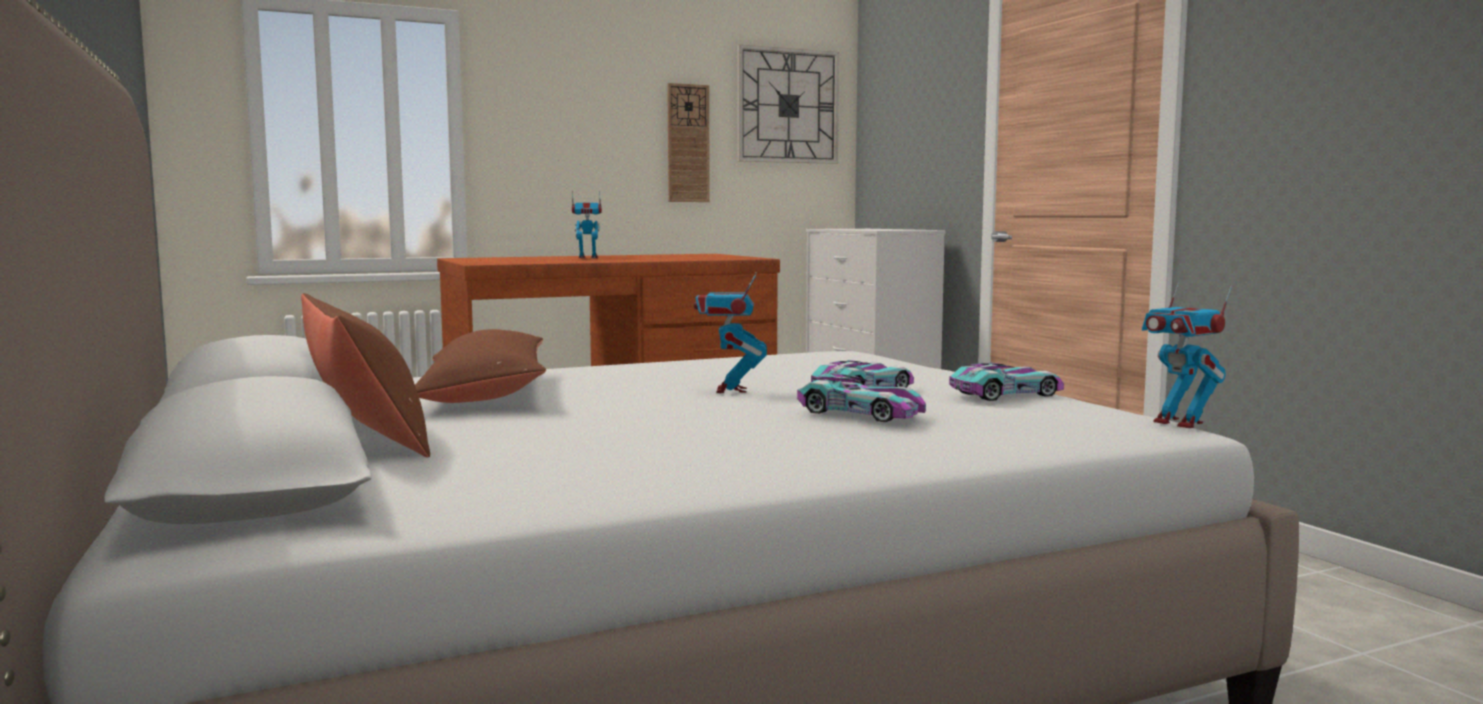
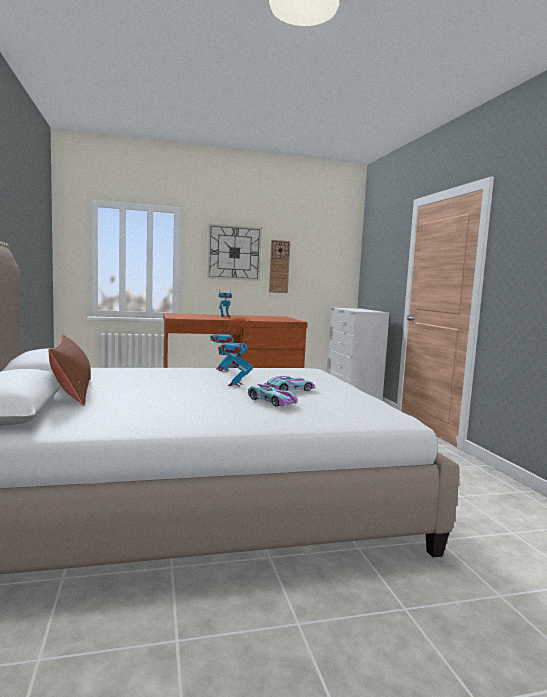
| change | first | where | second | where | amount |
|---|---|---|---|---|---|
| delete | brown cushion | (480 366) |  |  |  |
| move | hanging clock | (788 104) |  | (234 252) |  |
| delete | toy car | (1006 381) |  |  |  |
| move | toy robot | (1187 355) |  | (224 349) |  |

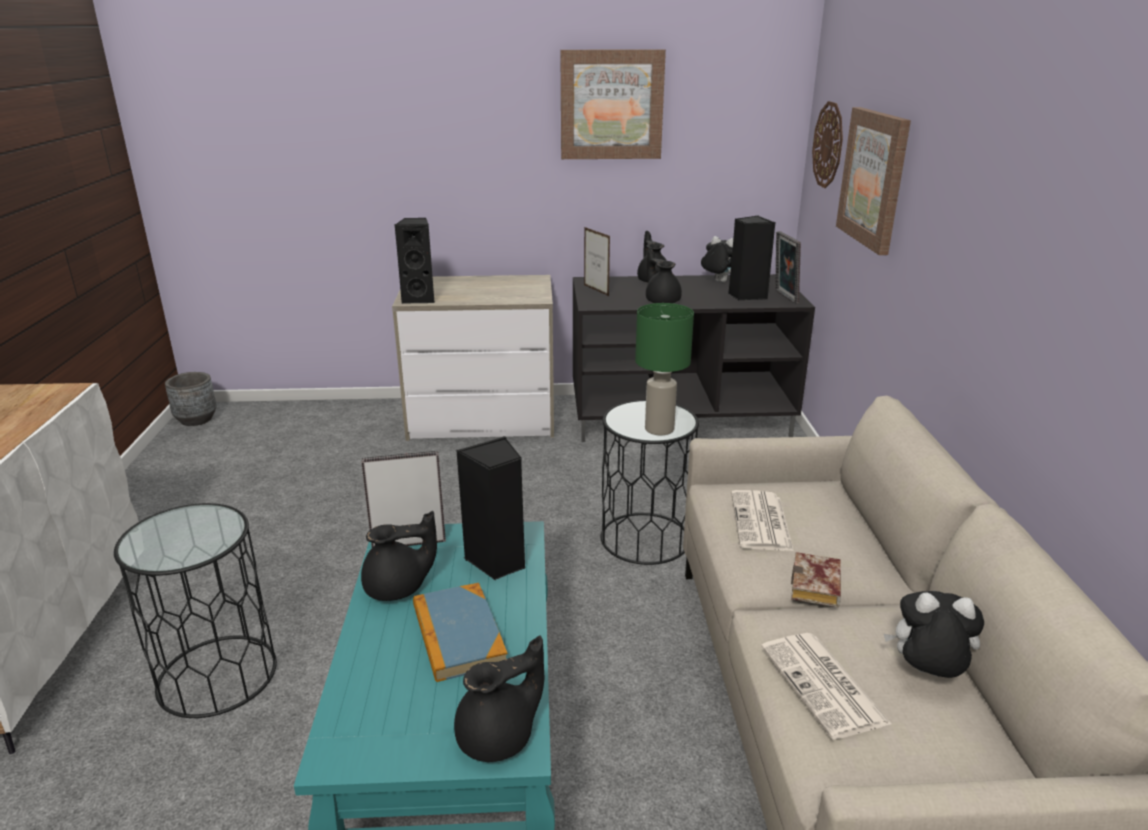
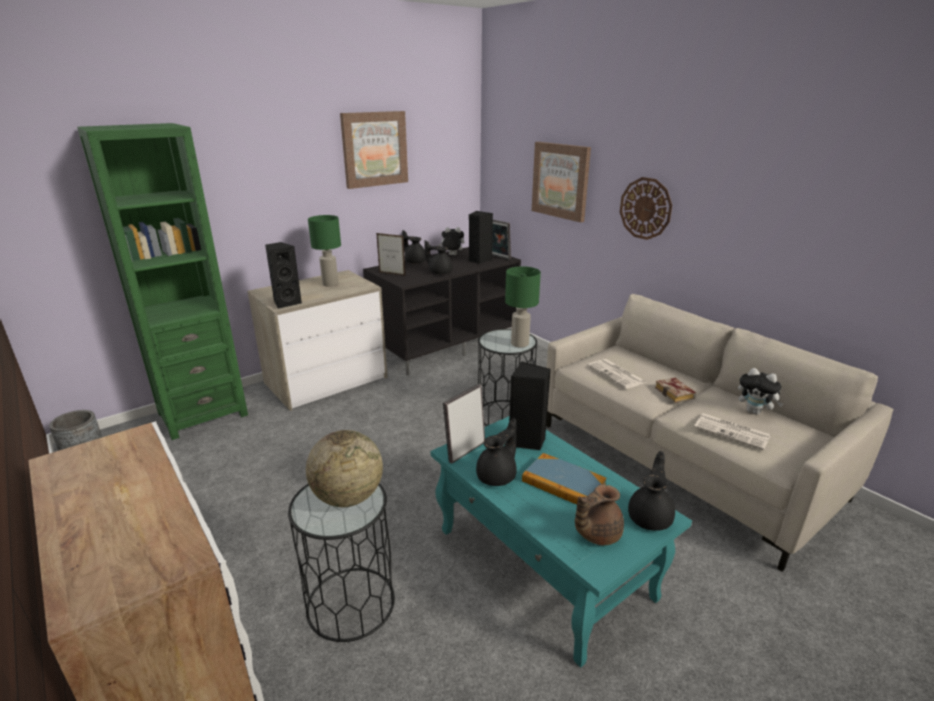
| change | first | where | second | where | amount |
|---|---|---|---|---|---|
| move | hanging clock | (827 144) |  | (646 208) |  |
| rotate | soft toy | (934 634) |  | (760 391) | 120 degrees counterclockwise |
| insert |  |  | green-coloured bookcase | (162 281) |  |
| insert |  |  | world globe | (344 468) |  |
| insert |  |  | green-coloured lamp for a table | (324 251) |  |
| insert |  |  | brown pot for tea | (599 514) |  |

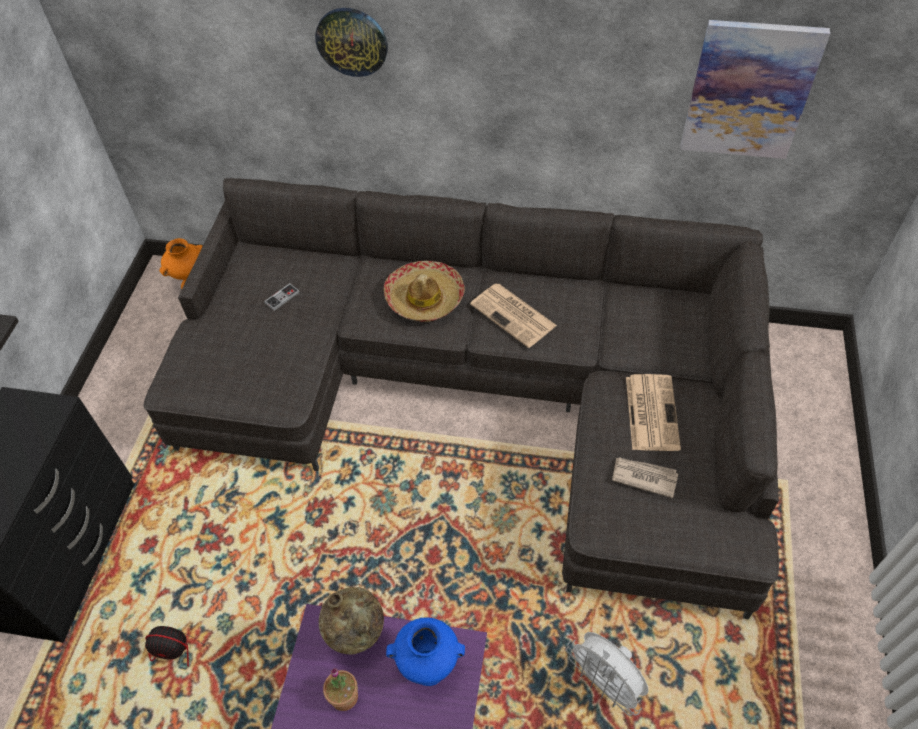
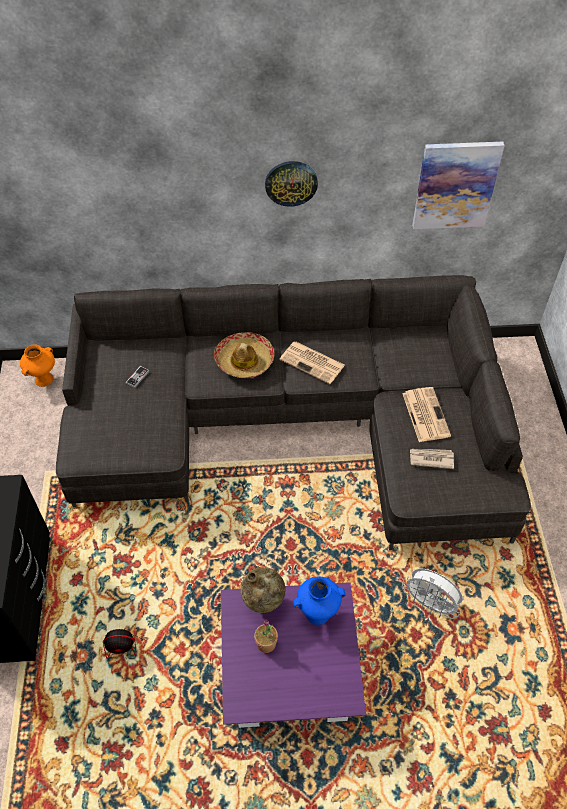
| change | first | where | second | where | amount |
|---|---|---|---|---|---|
| move | hanging clock | (351 42) |  | (291 184) |  |

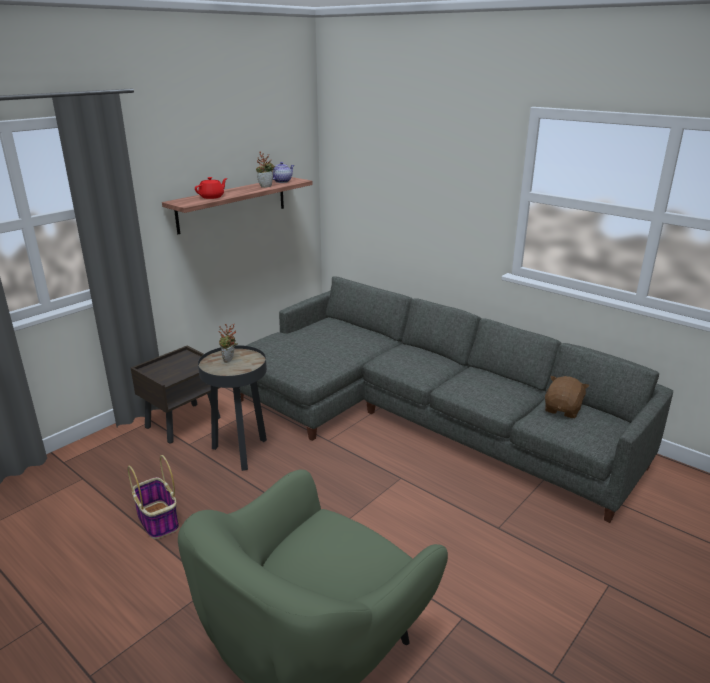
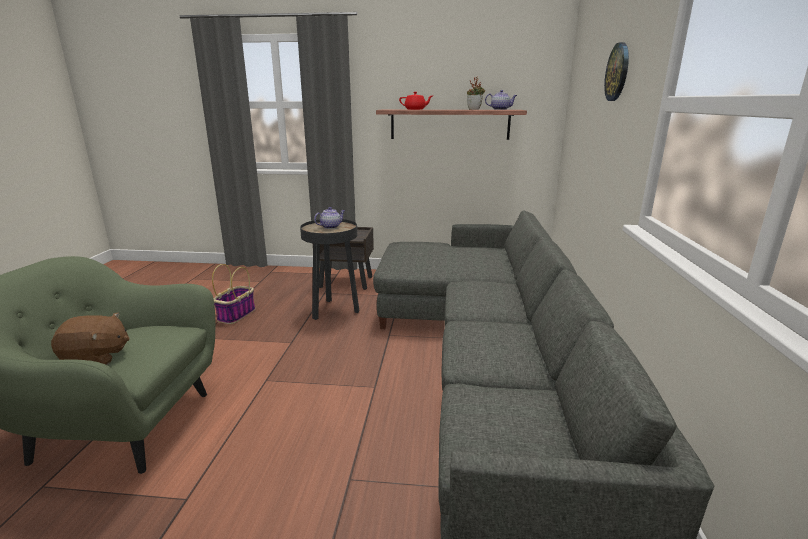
| change | first | where | second | where | amount |
|---|---|---|---|---|---|
| replace | plant in a pot | (228 343) | pot for tea | (329 218) |  |
| move | brown soft toy | (567 397) |  | (90 338) |  |
| insert |  |  | hanging clock | (616 71) |  |

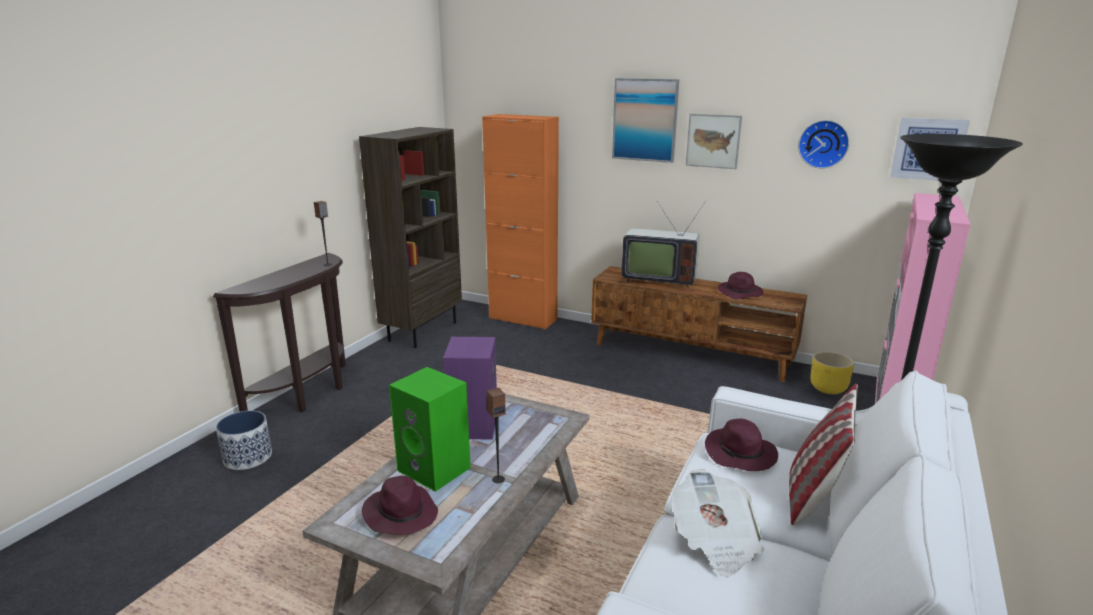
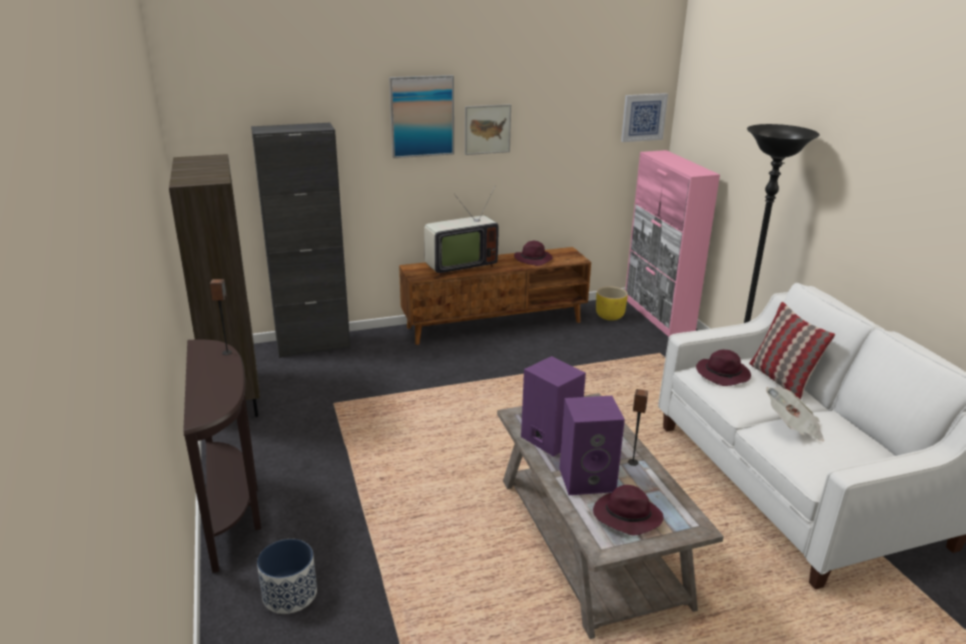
| change | first | where | second | where | amount |
|---|---|---|---|---|---|
| recolor | green-coloured speaker | (430 429) | purple-coloured speaker | (592 445) |  |
| recolor | orange cupboard | (520 222) | blackish cupboard | (300 240) |  |
| delete | hanging clock | (823 144) |  |  |  |

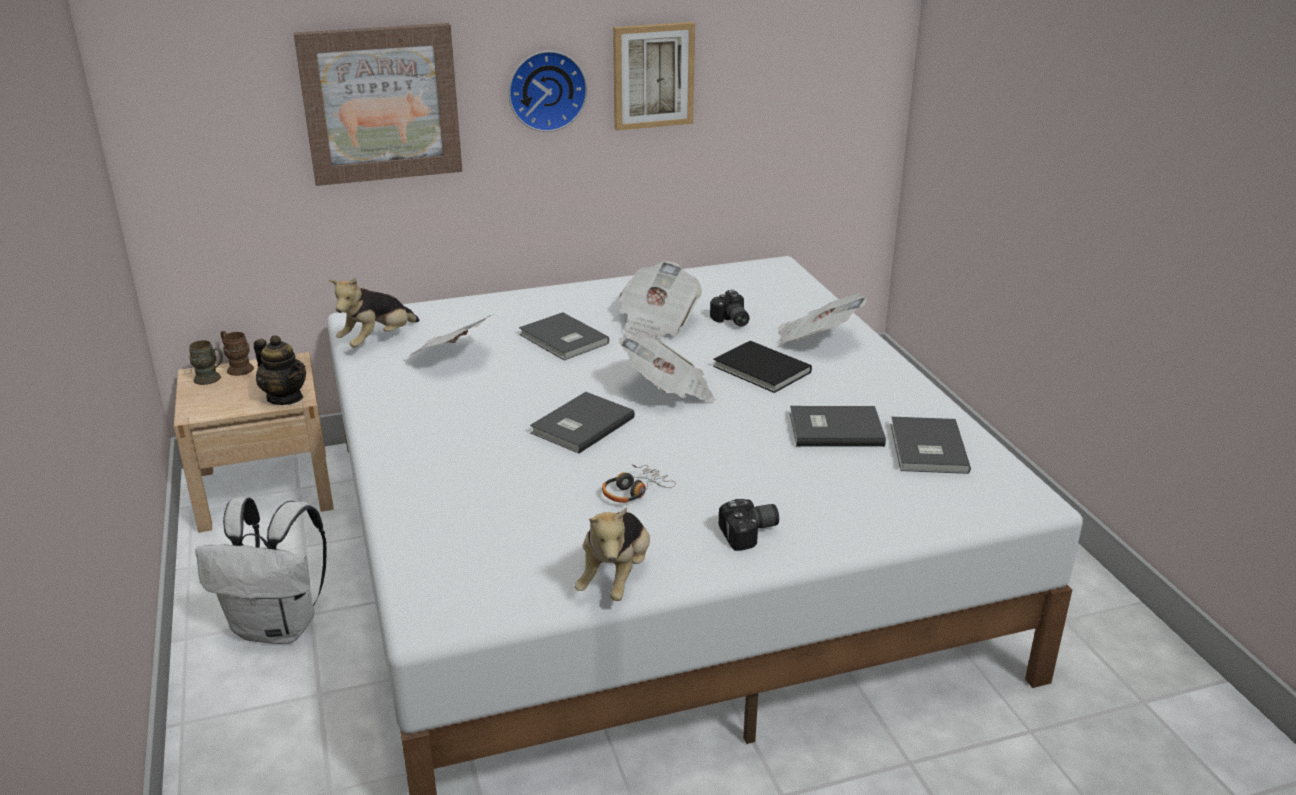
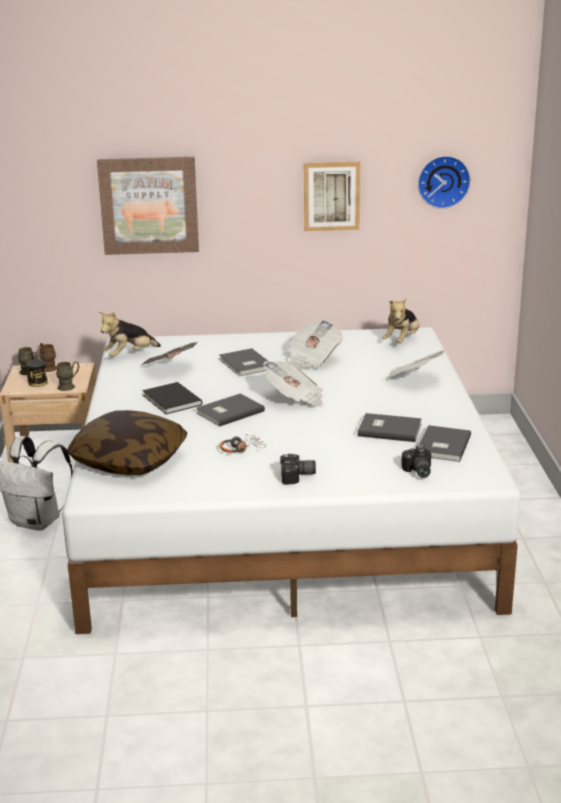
| change | first | where | second | where | amount |
|---|---|---|---|---|---|
| replace | pot for tea | (280 370) | brown tea mug | (67 376) |  |
| move | hanging clock | (547 91) |  | (444 182) |  |
| move | soft toy | (612 554) |  | (401 320) |  |
| move | still camera | (729 308) |  | (416 461) |  |
| move | blackish book | (762 367) |  | (172 398) |  |
| insert |  |  | can | (37 373) |  |
| insert |  |  | cushion | (127 442) |  |

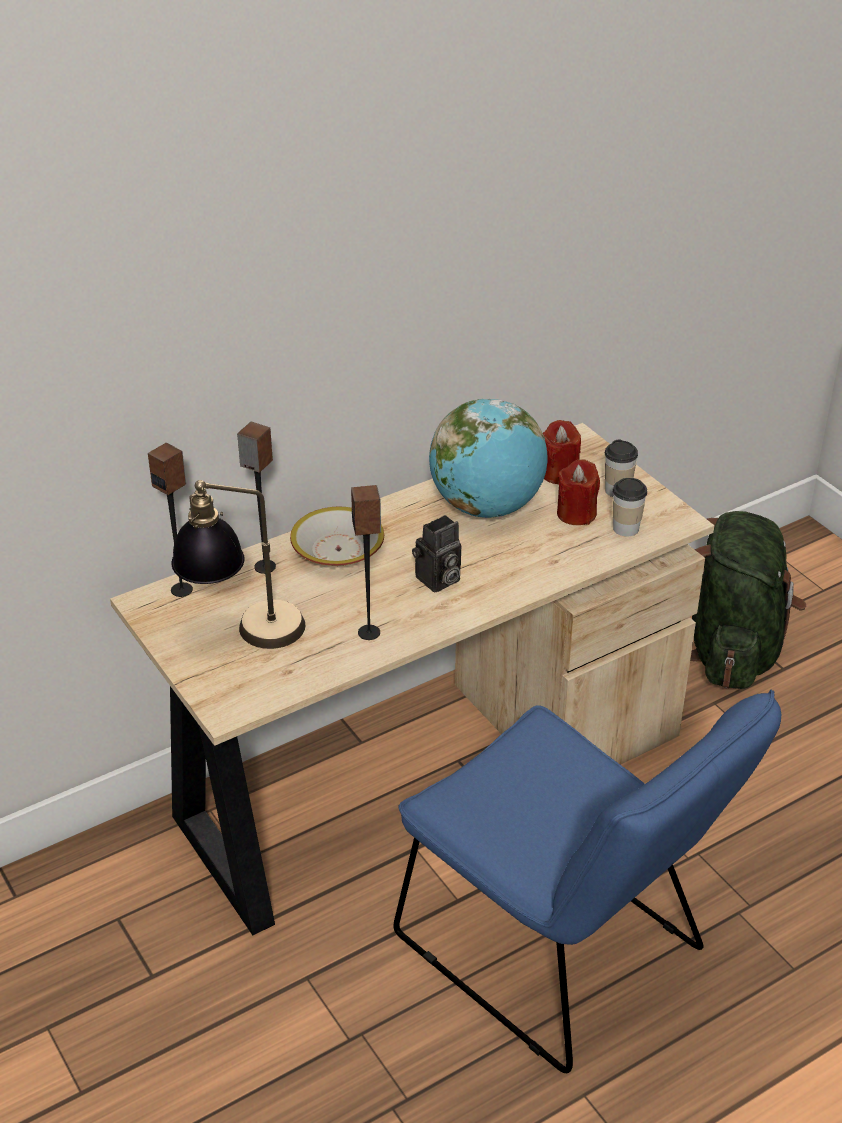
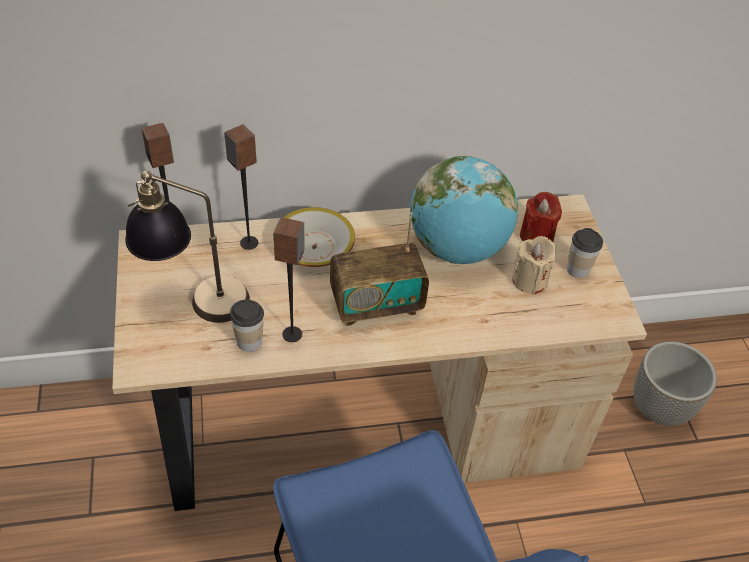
| change | first | where | second | where | amount |
|---|---|---|---|---|---|
| replace | still camera | (436 554) | radio | (379 269) |  |
| recolor | red-coloured wax light | (578 492) | sand-coloured wax light | (534 265) |  |
| move | cup | (630 507) |  | (247 326) |  |
| replace | green-coloured rucksack | (748 600) | planter | (675 383) |  |

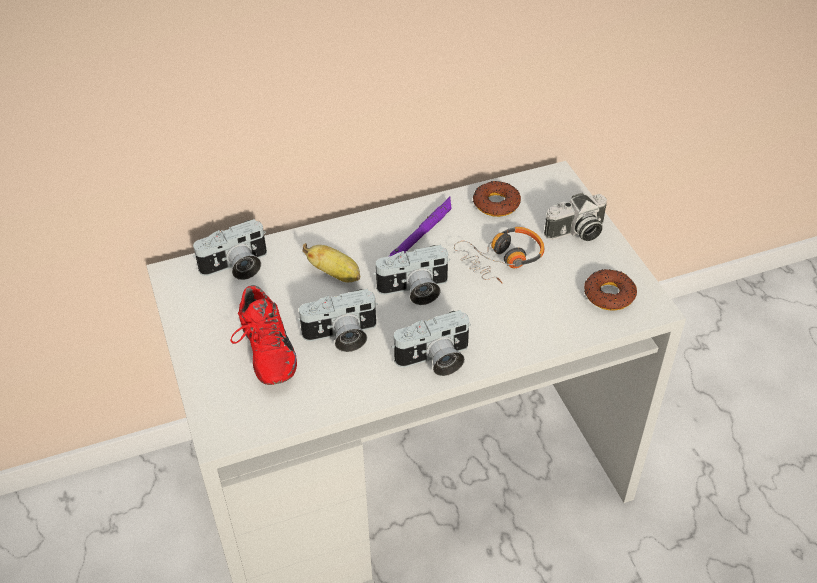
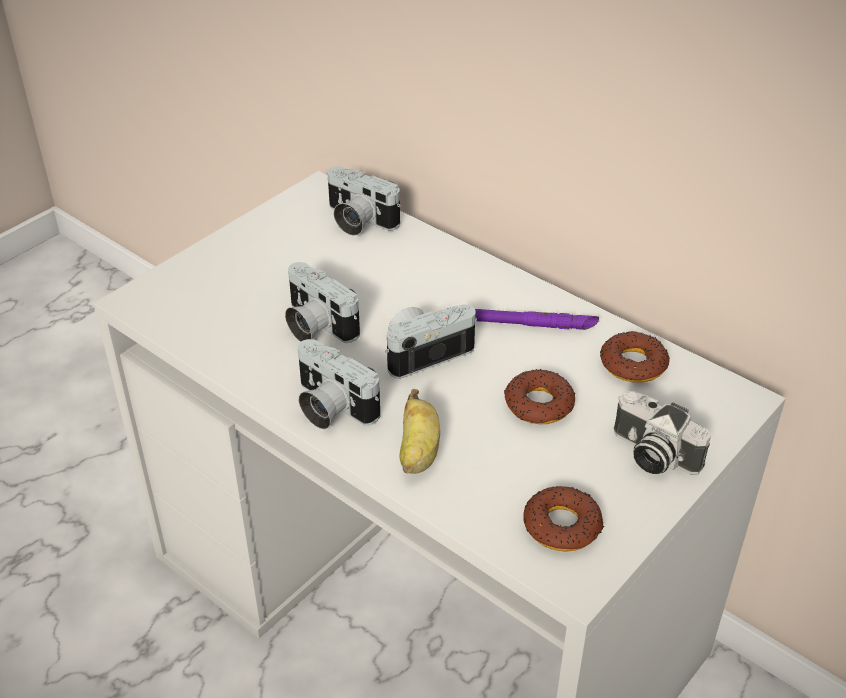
| change | first | where | second | where | amount |
|---|---|---|---|---|---|
| delete | red-coloured low shoe | (263 335) |  |  |  |
| move | banana fruit | (331 263) |  | (419 431) |  |
| rotate | still camera | (411 275) |  | (431 342) | 105 degrees clockwise |
| replace | pair of headphones | (499 255) | ring doughnut | (539 396) |  |

